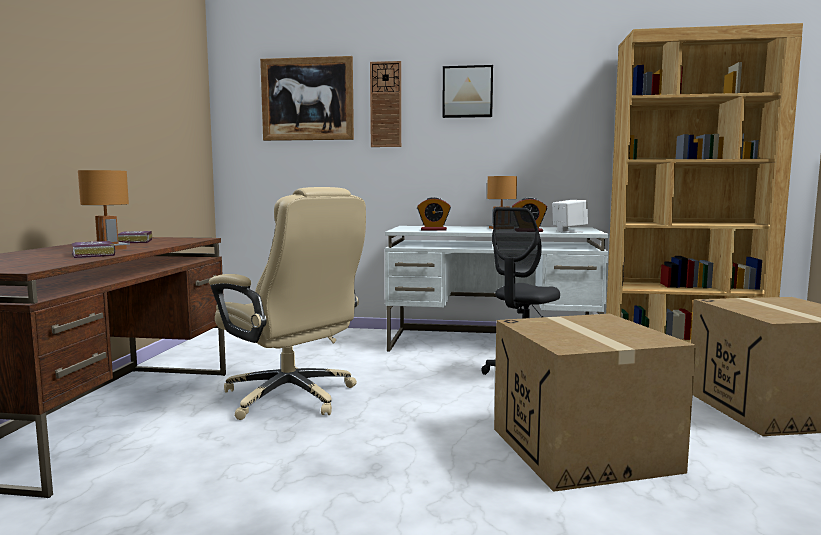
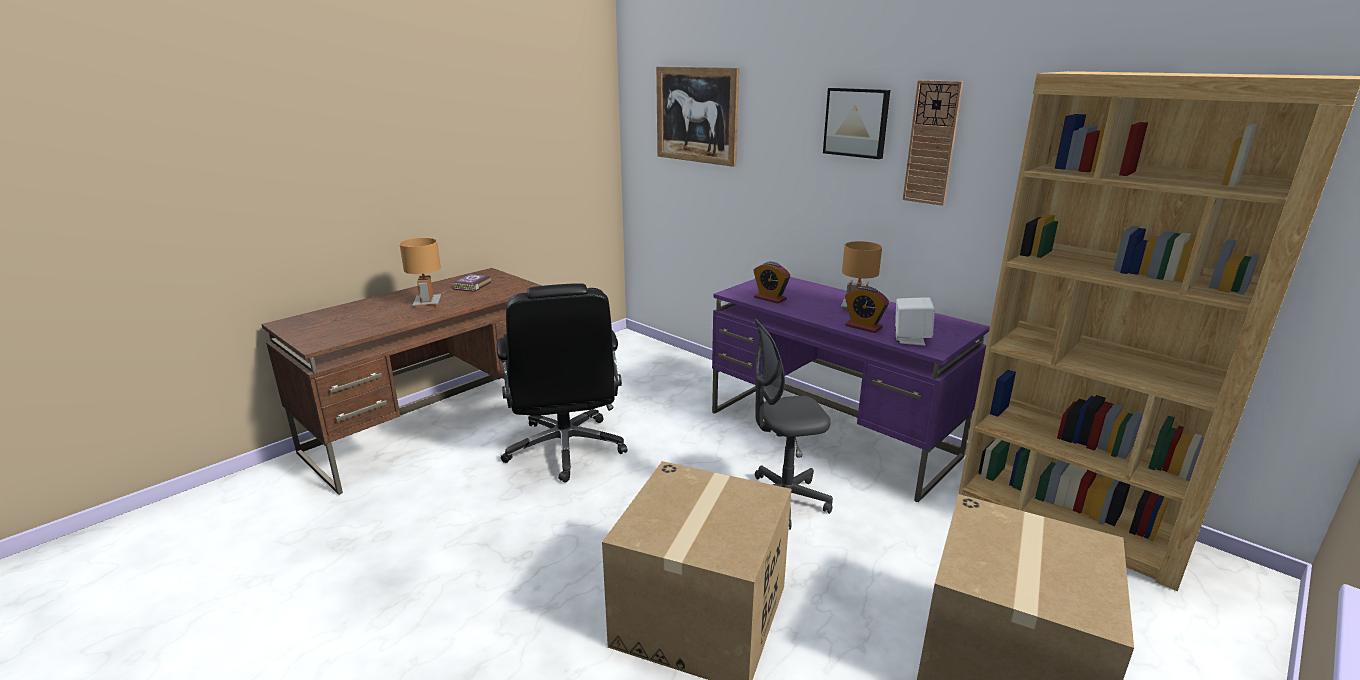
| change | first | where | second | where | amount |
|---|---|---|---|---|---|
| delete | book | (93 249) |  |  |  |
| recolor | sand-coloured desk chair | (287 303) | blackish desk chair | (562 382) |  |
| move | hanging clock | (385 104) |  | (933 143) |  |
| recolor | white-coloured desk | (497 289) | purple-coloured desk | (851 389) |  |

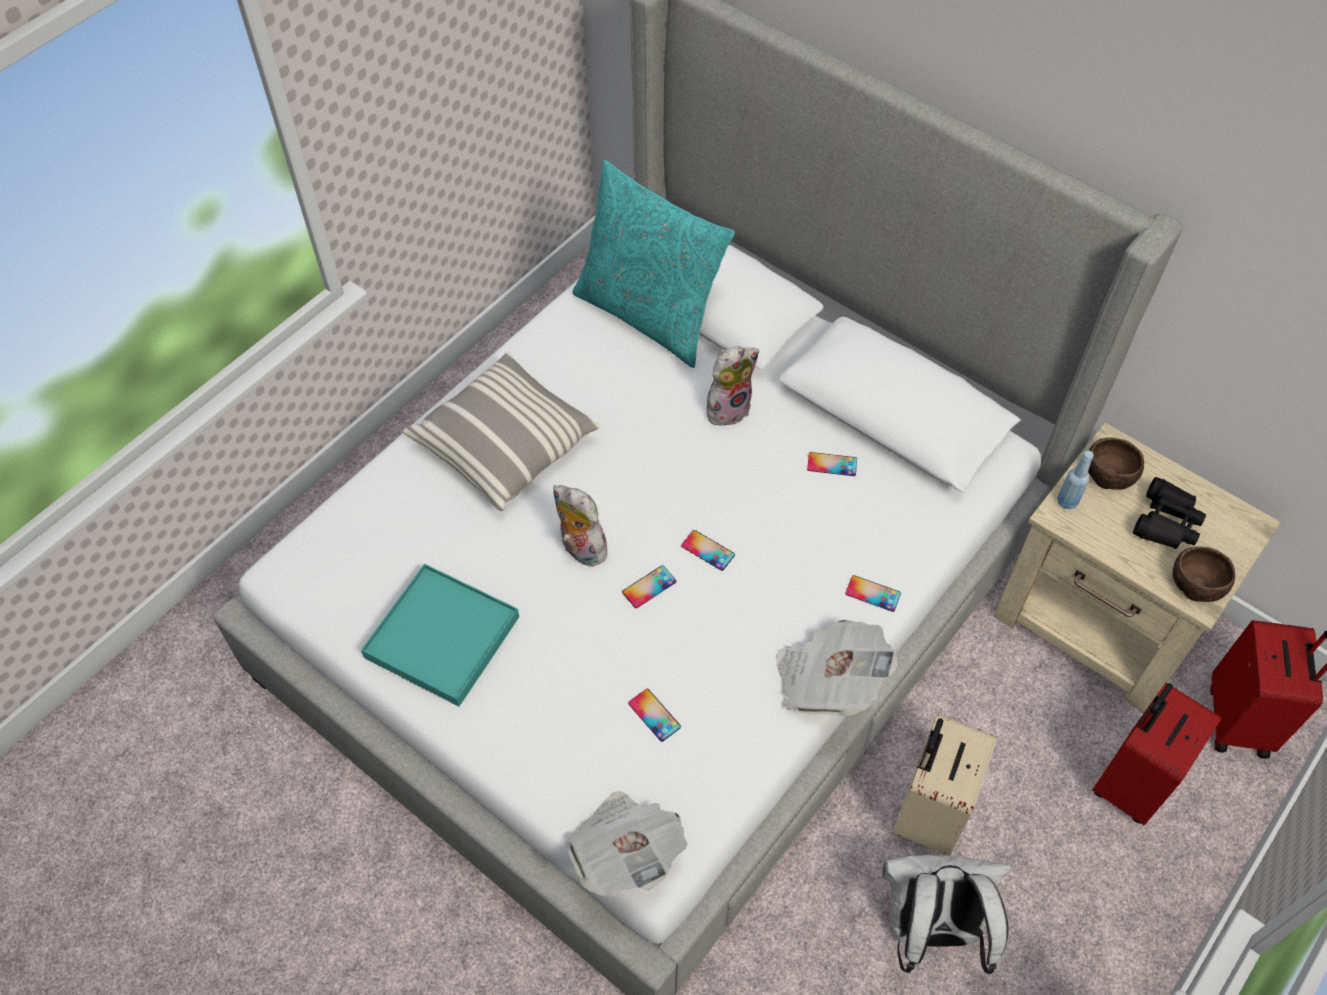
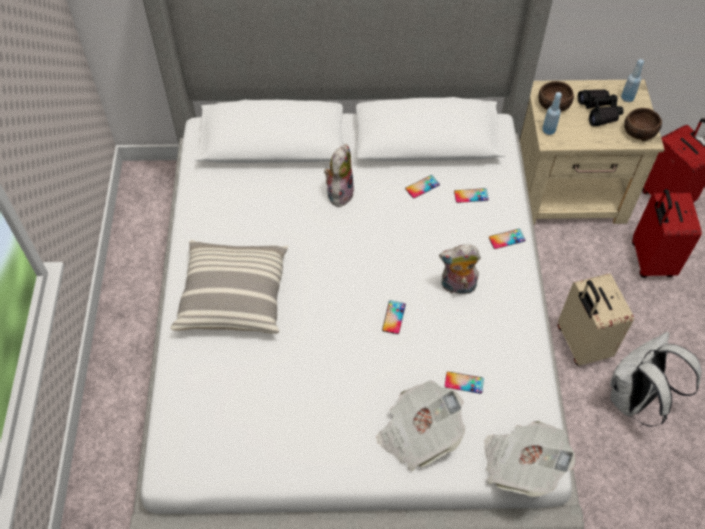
| change | first | where | second | where | amount |
|---|---|---|---|---|---|
| delete | turquoise serving tray | (440 635) |  |  |  |
| move | soft toy | (582 525) |  | (460 269) |  |
| delete | turquoise cushion | (654 264) |  |  |  |
| move | telephone | (708 550) |  | (471 195) |  |
| move | newspaper | (836 668) |  | (420 425) |  |
| insert |  |  | bluish drink bottle | (632 80) |  |

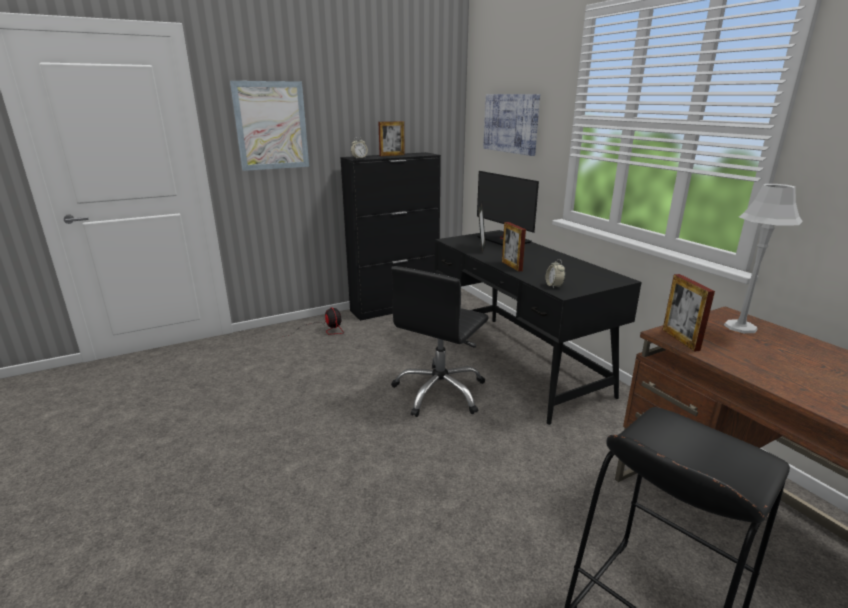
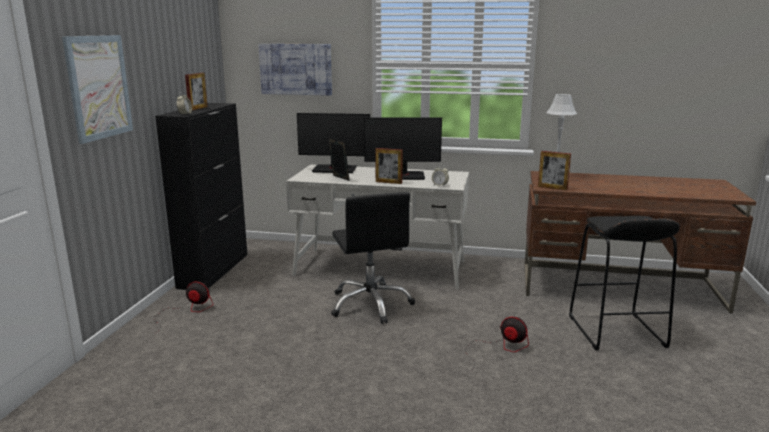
| change | first | where | second | where | amount |
|---|---|---|---|---|---|
| recolor | blackish desk | (538 327) | white-coloured desk | (377 227) |  |
| insert |  |  | computer screen | (403 149) |  |
| insert |  |  | cooling fan | (497 341) |  |

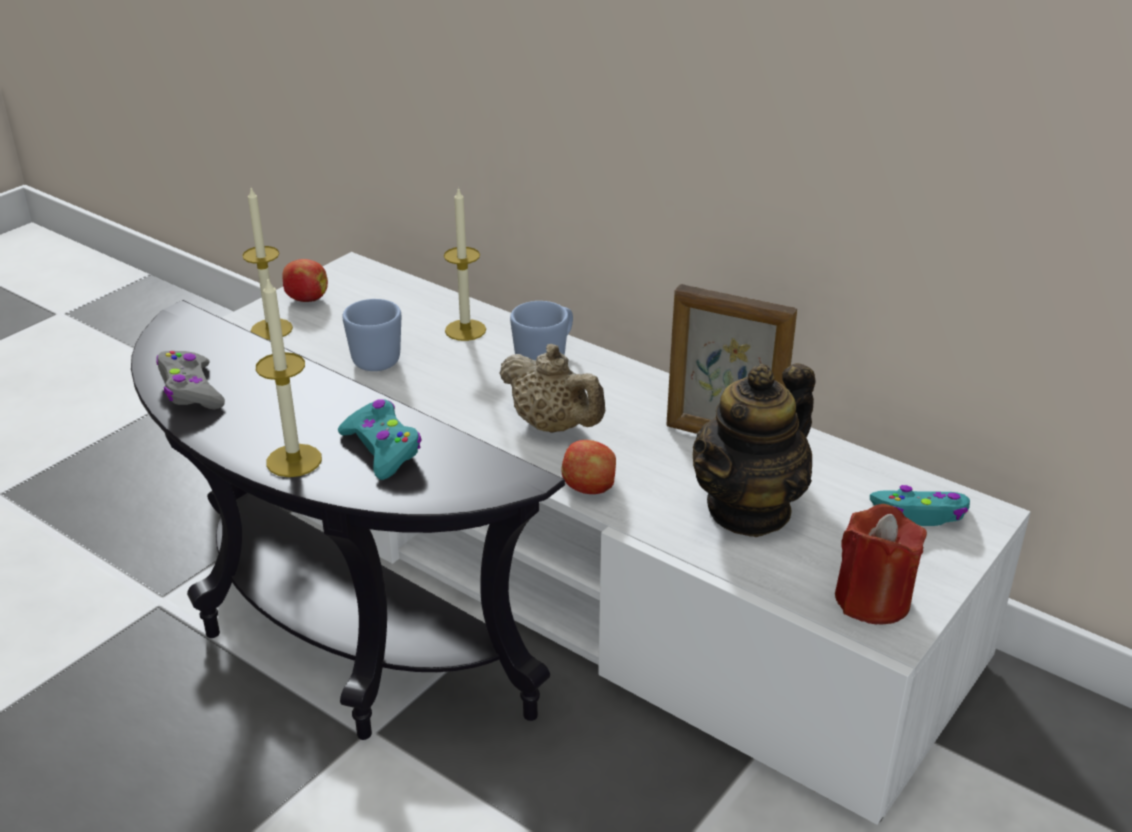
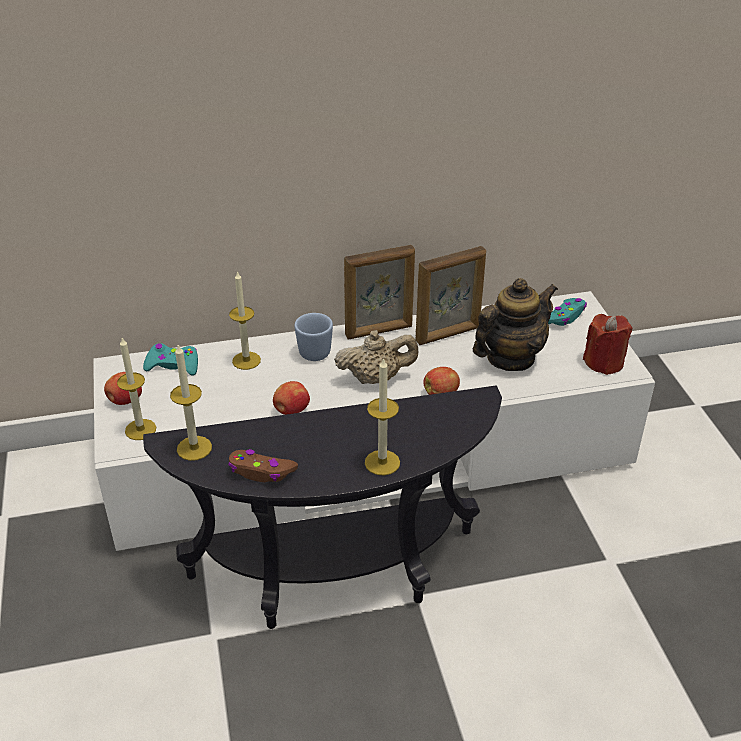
| change | first | where | second | where | amount |
|---|---|---|---|---|---|
| recolor | gray gamepad | (190 380) | brown gamepad | (263 465) |  |
| move | turquoise gamepad | (379 439) |  | (170 359) |  |
| delete | bluish tea mug | (371 335) |  |  |  |
| rotate | pot for tea | (754 450) |  | (515 324) | 120 degrees counterclockwise |
| insert |  |  | wax light | (191 403) |  |
| insert |  |  | apple | (291 398) |  |
| insert |  |  | standing frame | (379 292) |  |

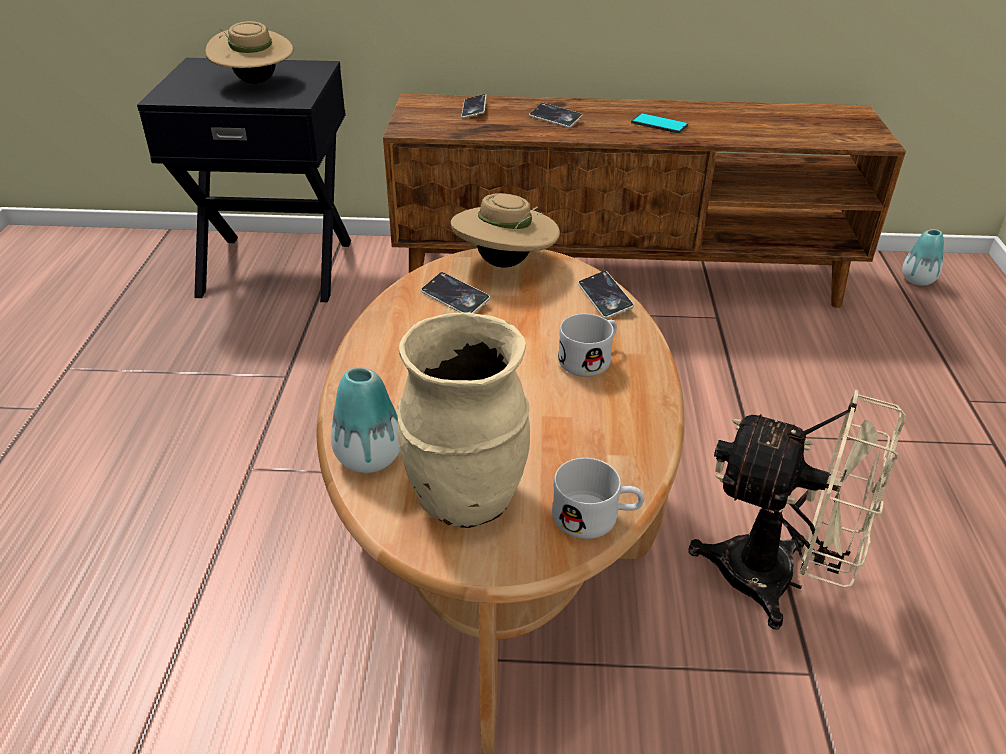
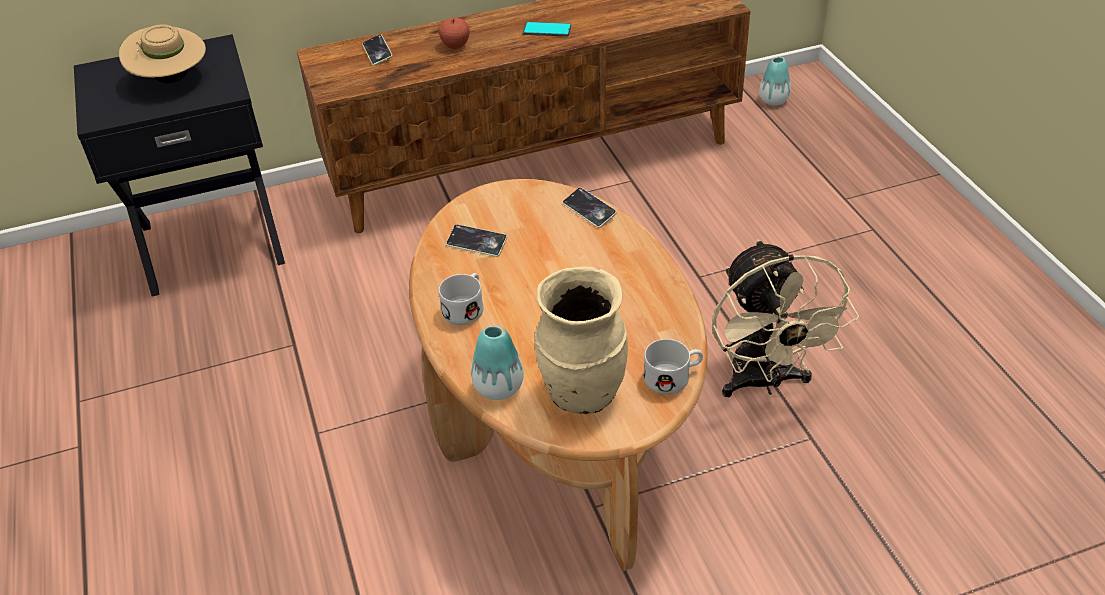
| change | first | where | second | where | amount |
|---|---|---|---|---|---|
| delete | sand-coloured clothing hat | (505 230) |  |  |  |
| replace | telephone | (556 115) | apple | (454 33) |  |
| move | white-coloured tea mug | (587 345) |  | (461 299) |  |
| rotate | sand-coloured cooling fan | (797 509) |  | (785 318) | 75 degrees clockwise |

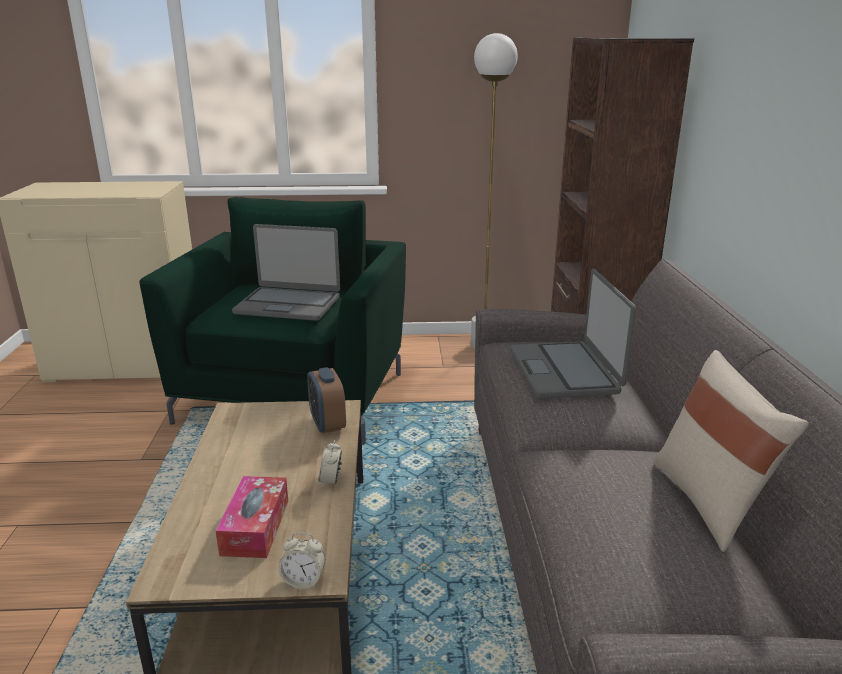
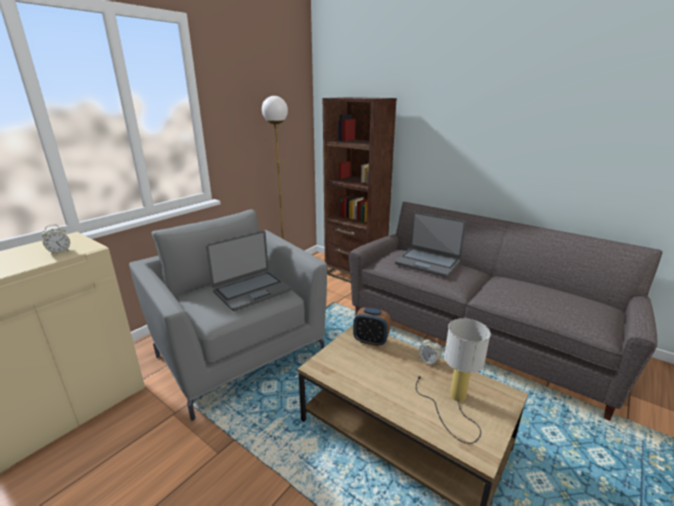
| change | first | where | second | where | amount |
|---|---|---|---|---|---|
| recolor | green-coloured armchair | (273 321) | gray armchair | (228 315) |  |
| replace | tissue box | (252 517) | lamp for a table | (453 381) |  |
| move | table clock | (302 560) |  | (55 240) |  |
| delete | sand-coloured cushion | (731 451) |  |  |  |

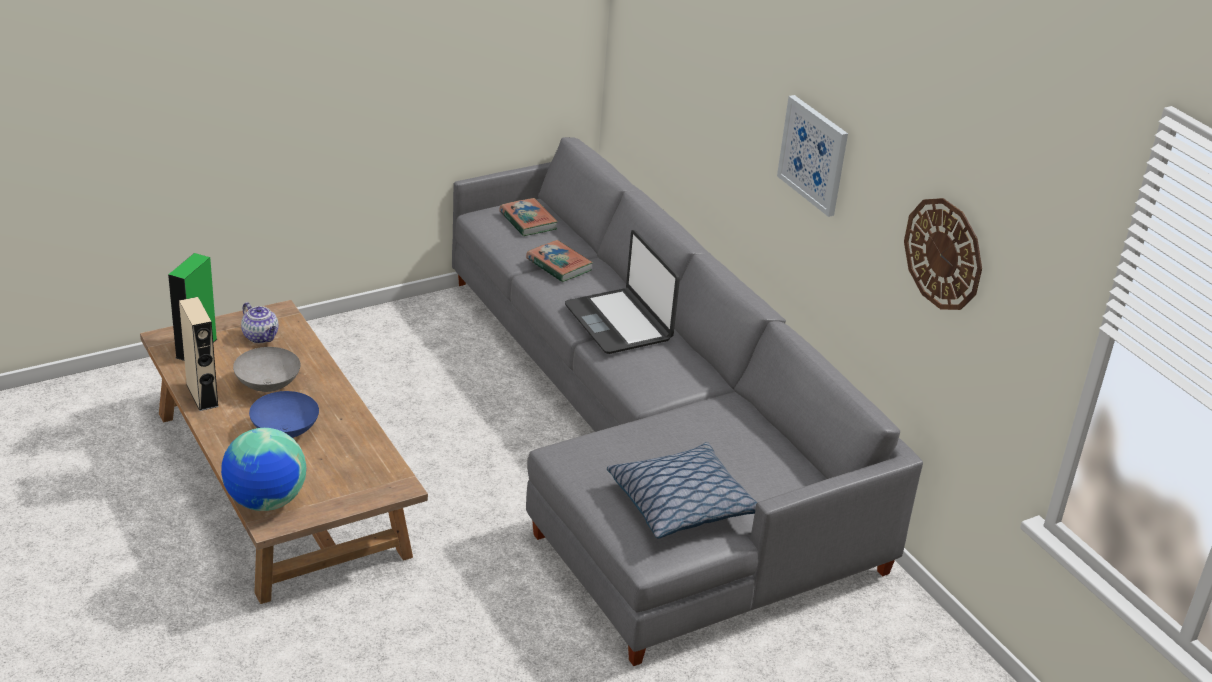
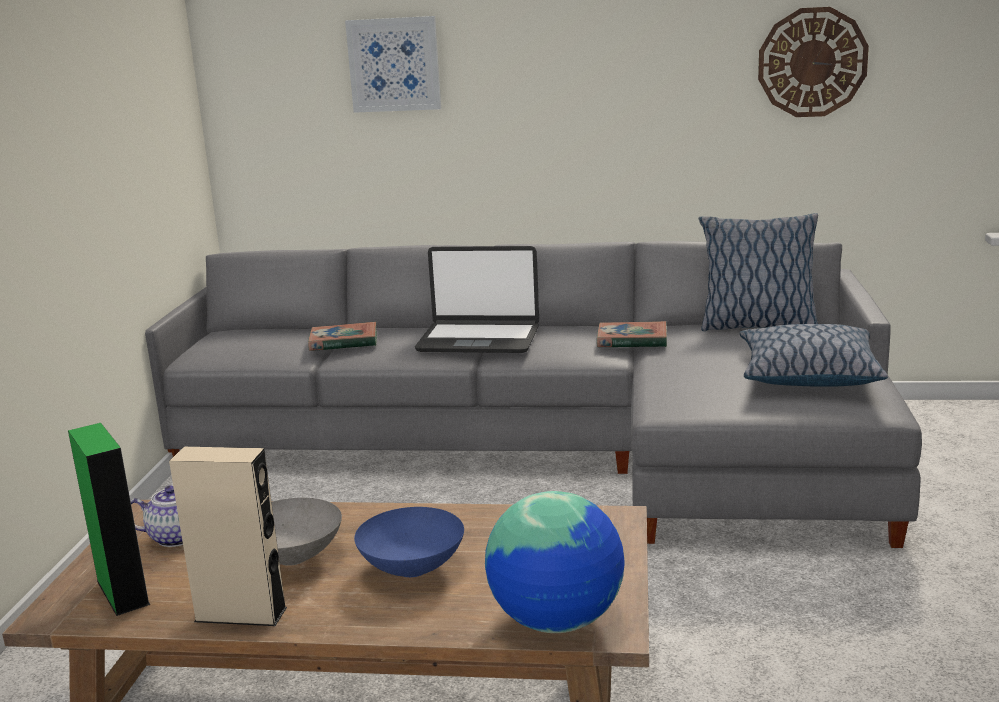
| change | first | where | second | where | amount |
|---|---|---|---|---|---|
| move | book | (528 217) |  | (632 334) |  |
| move | wall picture | (812 156) |  | (393 64) |  |
| insert |  |  | cushion | (758 272) |  |

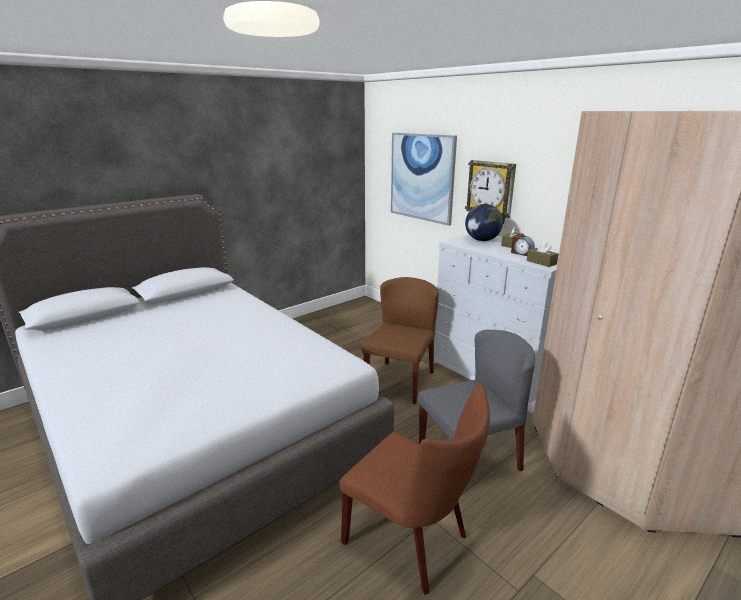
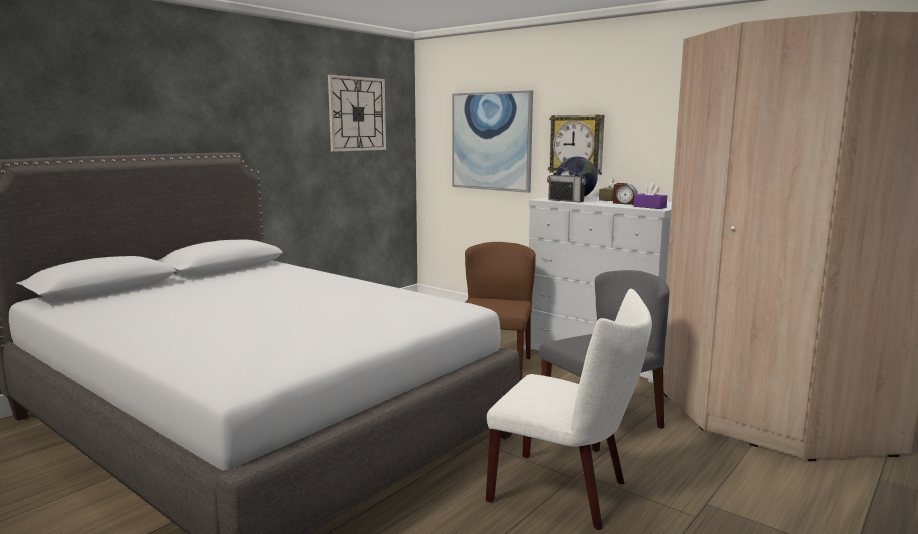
| change | first | where | second | where | amount |
|---|---|---|---|---|---|
| recolor | brown plain chair | (414 489) | white-coloured plain chair | (569 409) |  |
| recolor | brown tissue box | (543 254) | purple-coloured tissue box | (650 196) |  |
| insert |  |  | hanging clock | (357 113) |  |
| insert |  |  | radio | (567 183) |  |

